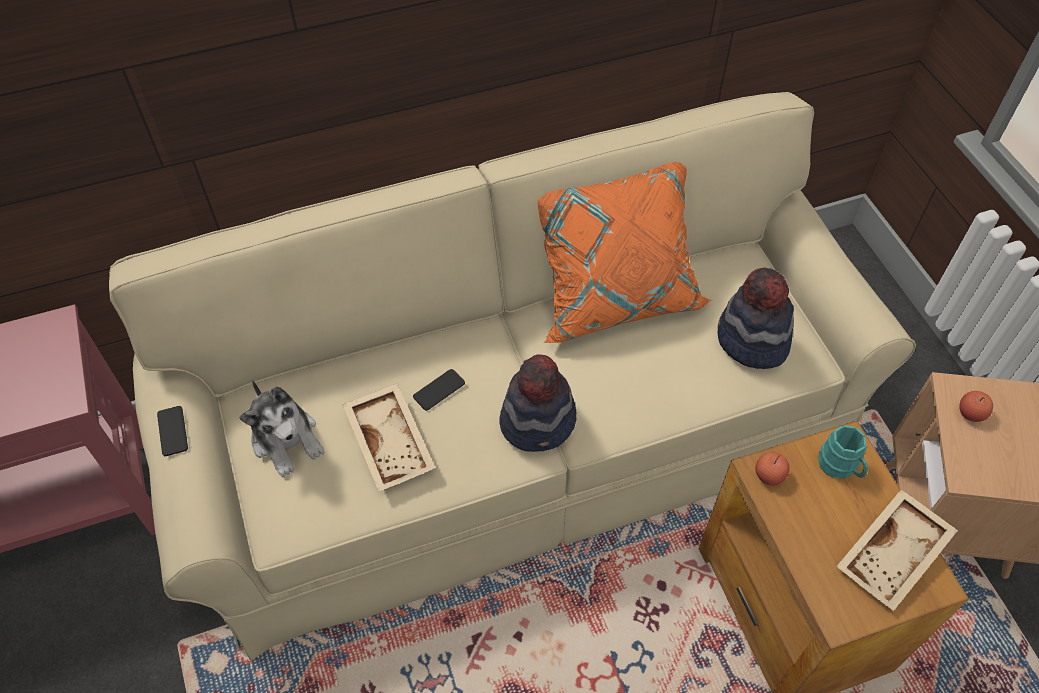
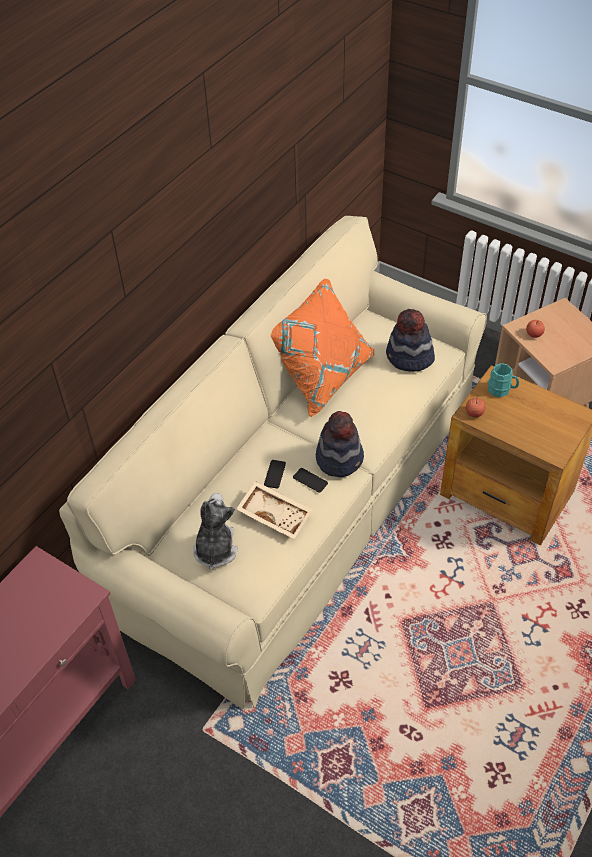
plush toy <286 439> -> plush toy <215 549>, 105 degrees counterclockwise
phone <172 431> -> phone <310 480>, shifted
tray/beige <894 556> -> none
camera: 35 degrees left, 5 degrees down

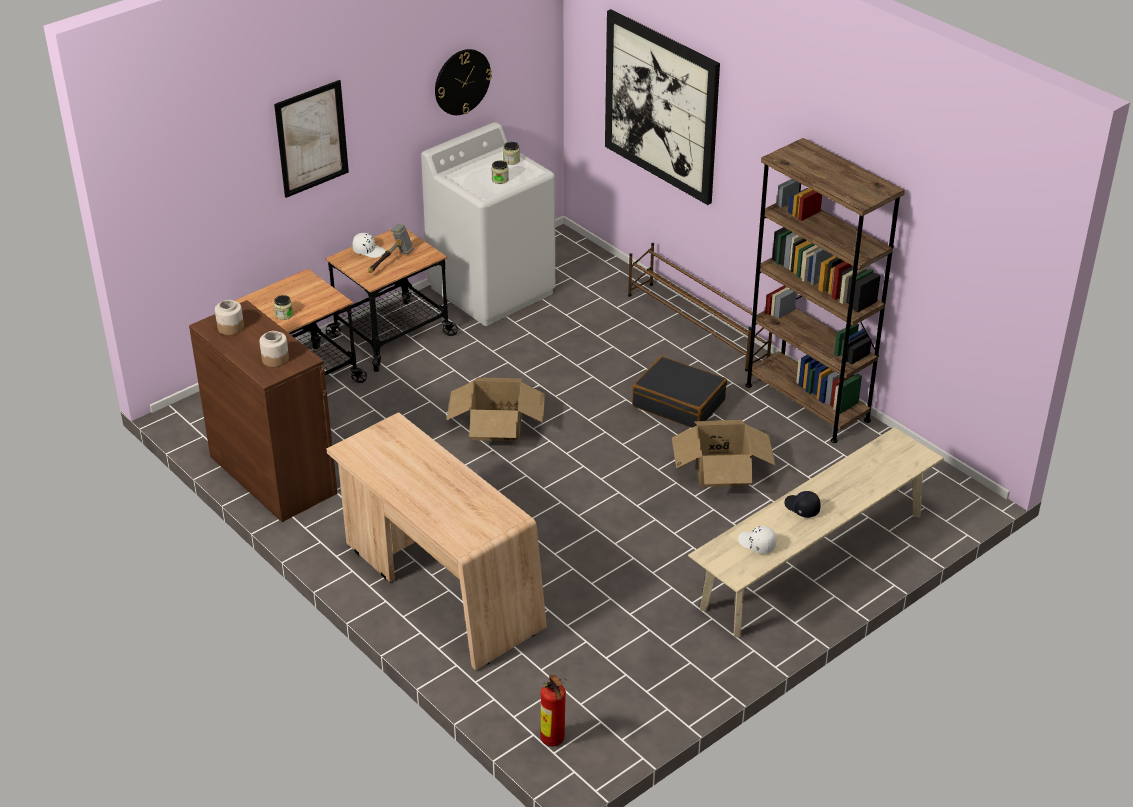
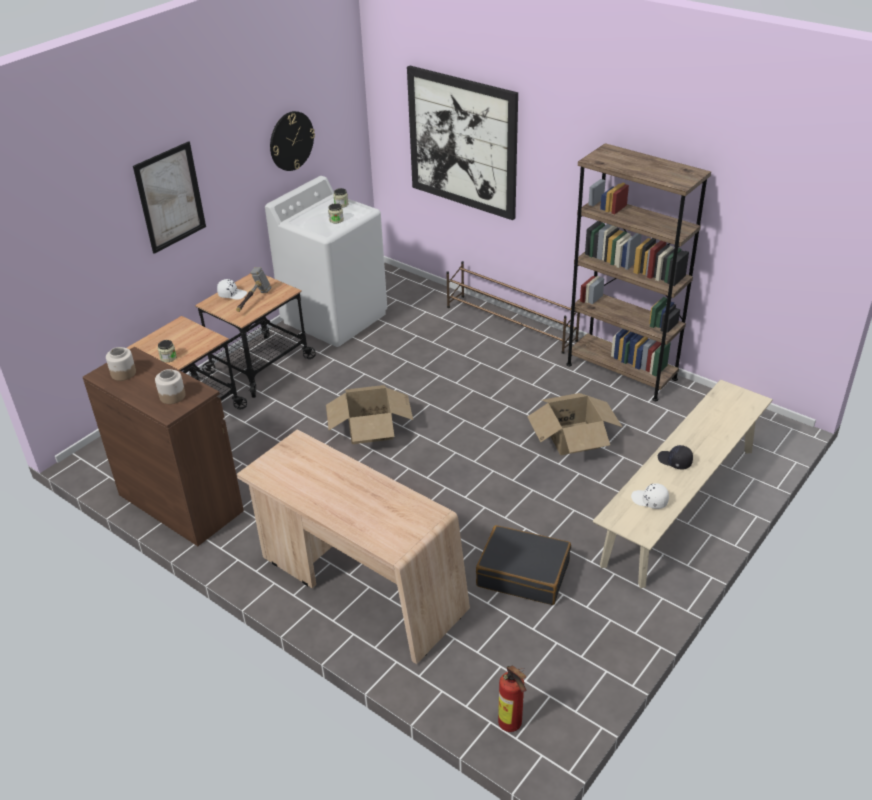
suitcase/black <679 403> -> suitcase/black <523 573>, shifted
camera: 10 degrees left, 0 degrees up

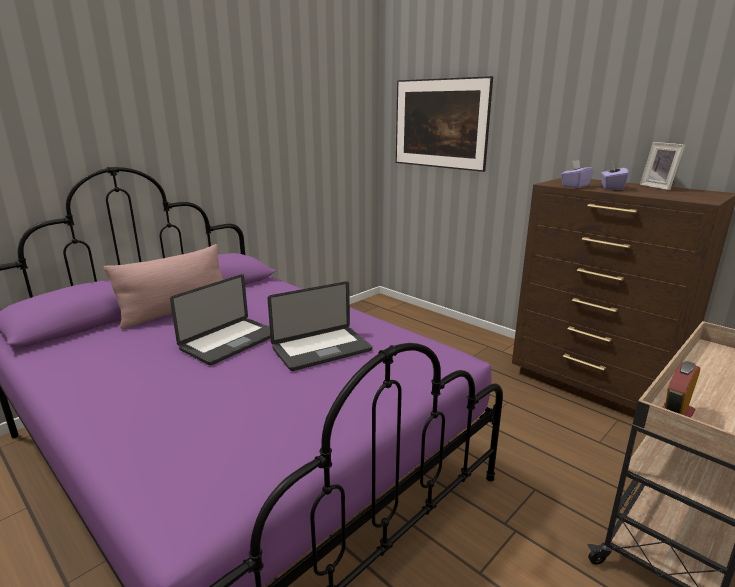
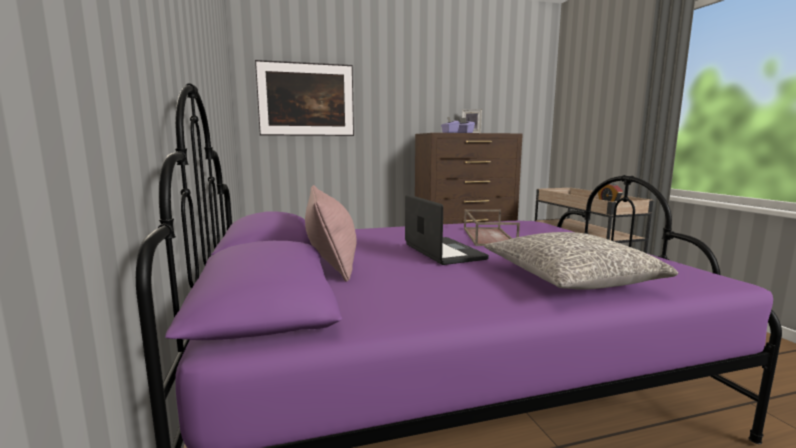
laptop <322 350> -> tray/brown <487 236>
none -> pillow/grey <567 279>
camera: 60 degrees left, 10 degrees down

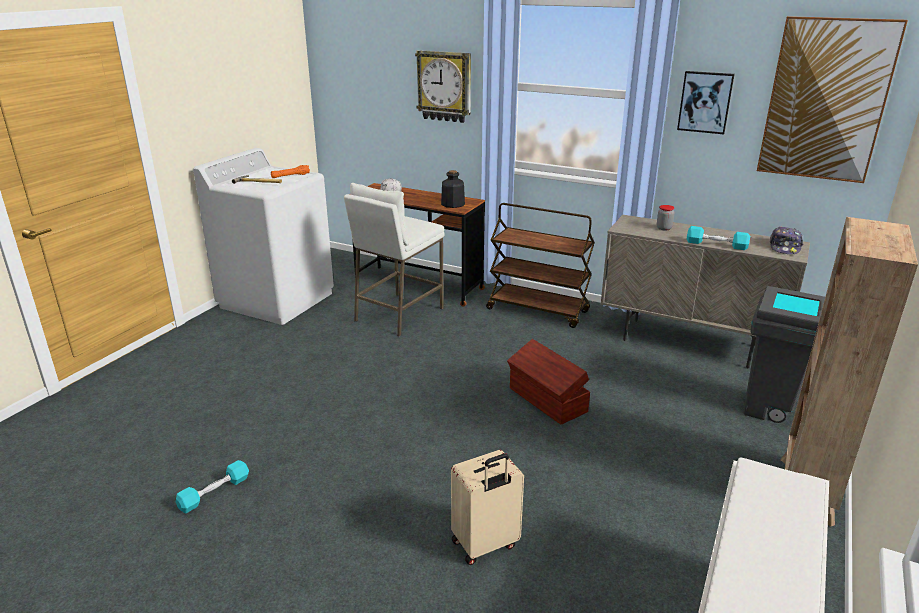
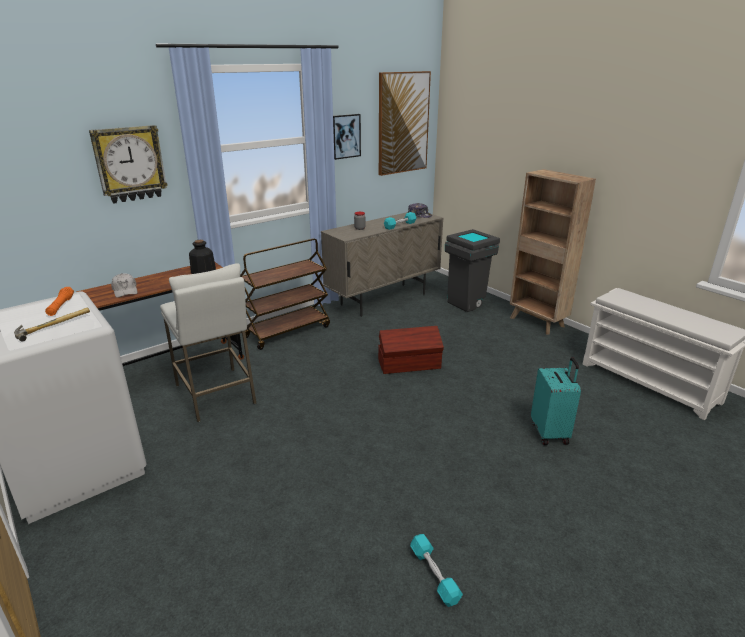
suitcase/beige <485 545> -> suitcase/turquoise <550 433>
camera: 65 degrees left, 0 degrees up

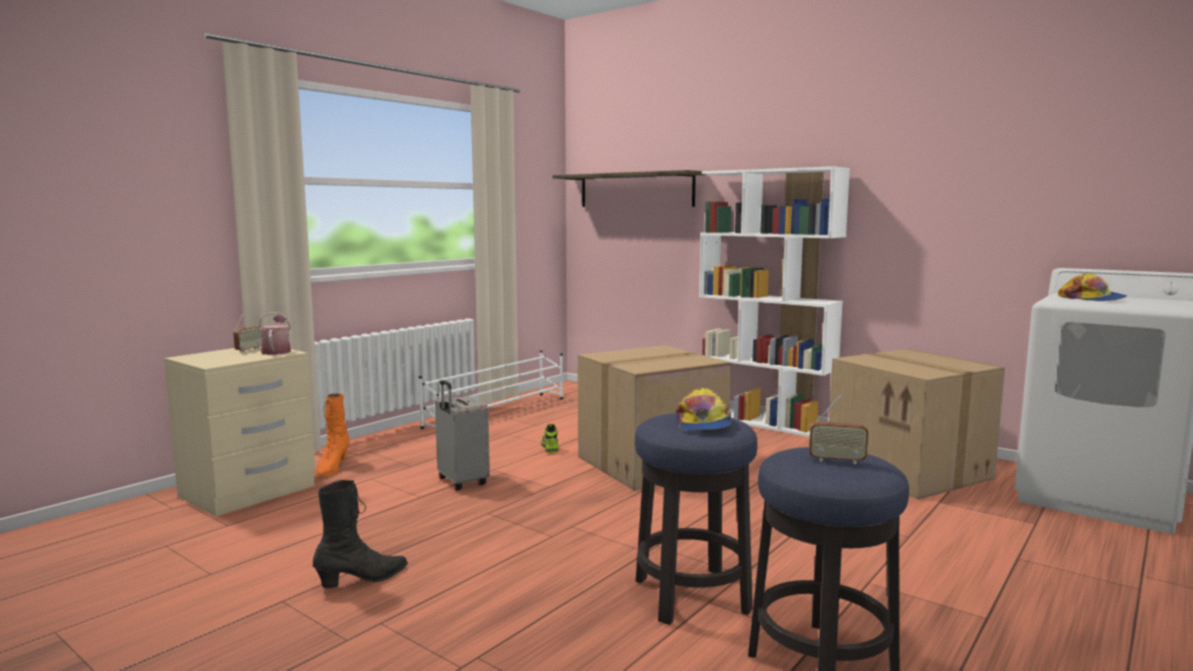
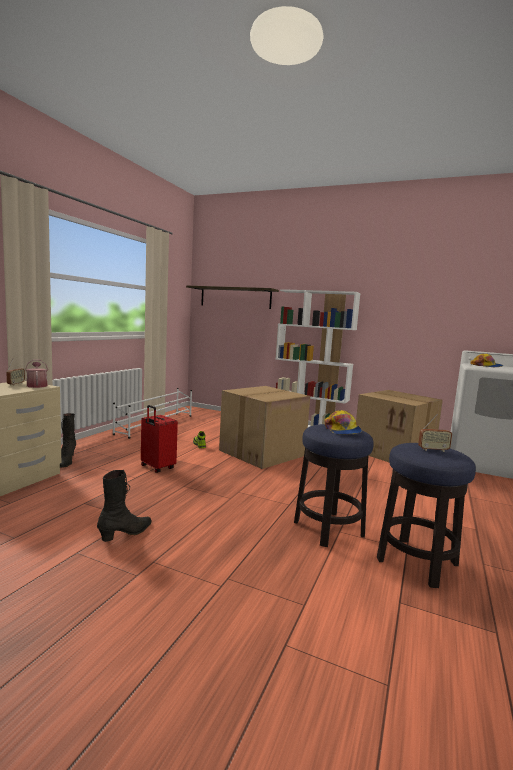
suitcase/grey <461 482> -> suitcase/red <157 467>
boot/orange <332 468> -> boot/black <66 461>
camera: 15 degrees left, 0 degrees up

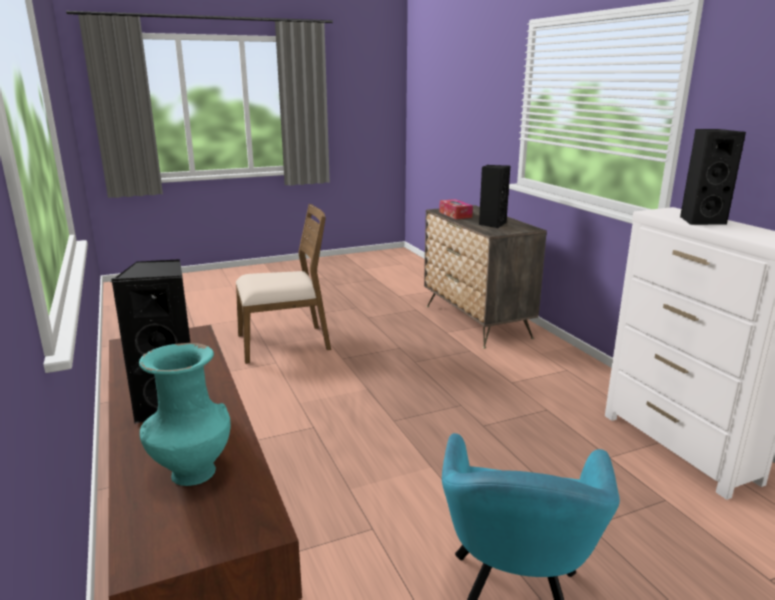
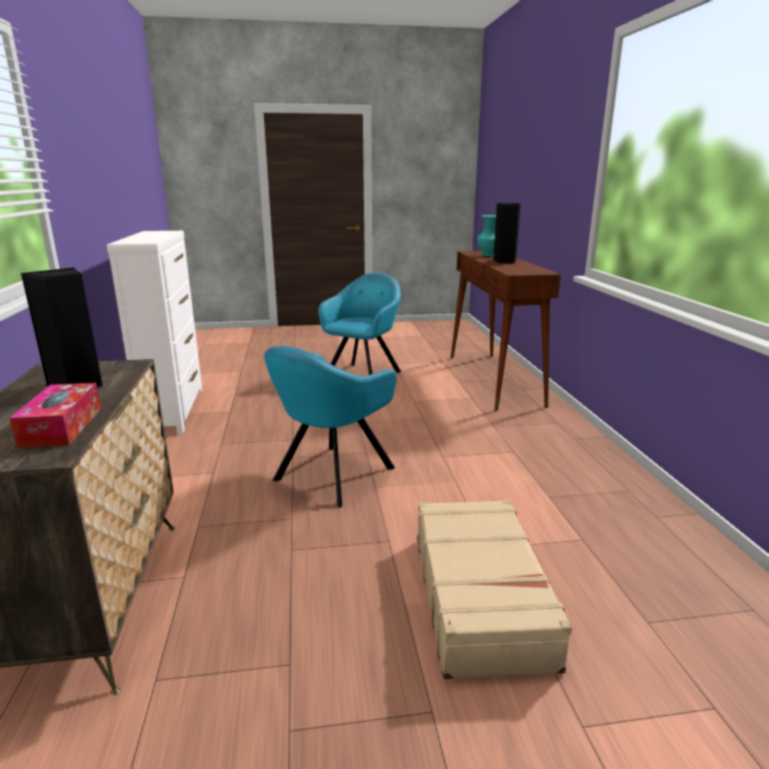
speaker/black <700 221> -> none
chair/brown <284 343> -> suitcase/beige <481 597>
none -> armchair/turquoise <331 476>
camera: 165 degrees left, 0 degrees up

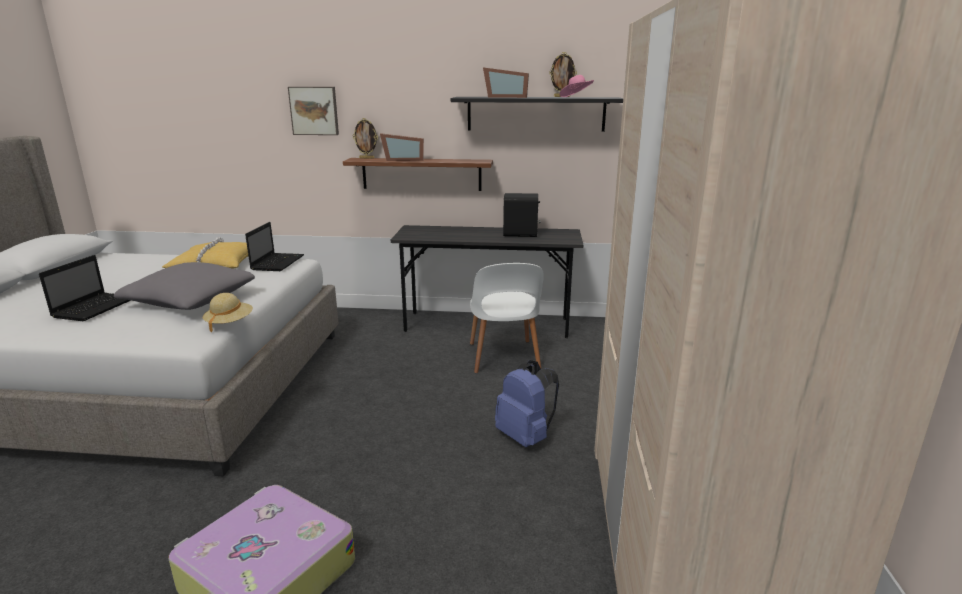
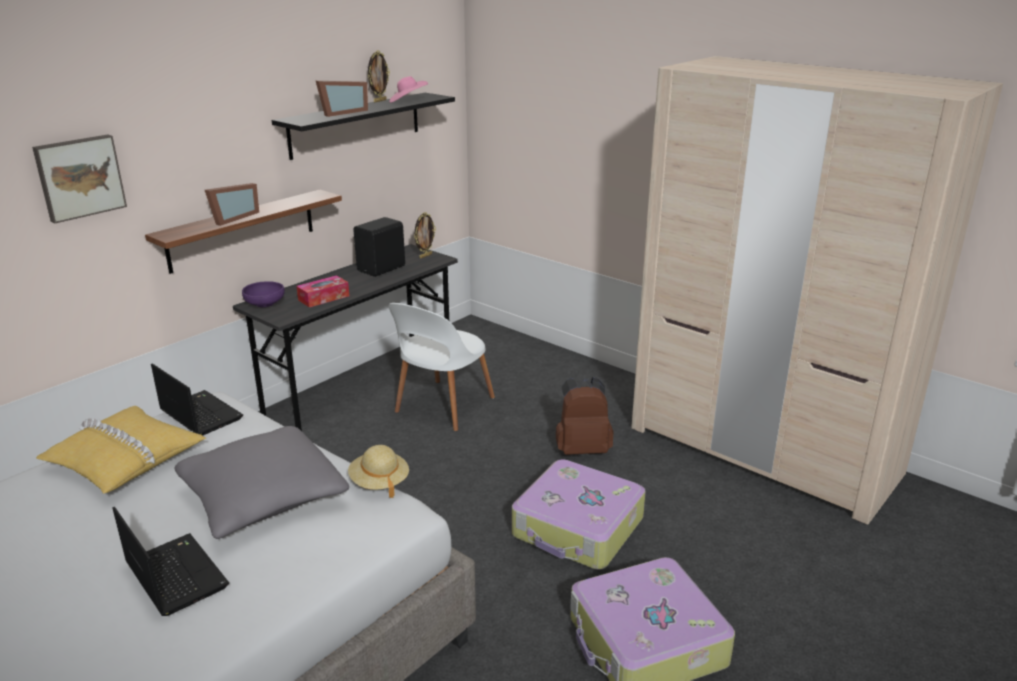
picture frame <367 158> -> picture frame <425 256>, shifted
chair/white <503 358> -> chair/white <442 407>, 90 degrees clockwise
backpack/blue <526 437> -> backpack/brown <582 449>
none -> tissue box <323 298>
none -> bowl/purple <265 304>
none -> suitcase <578 528>
camera: 55 degrees left, 5 degrees up

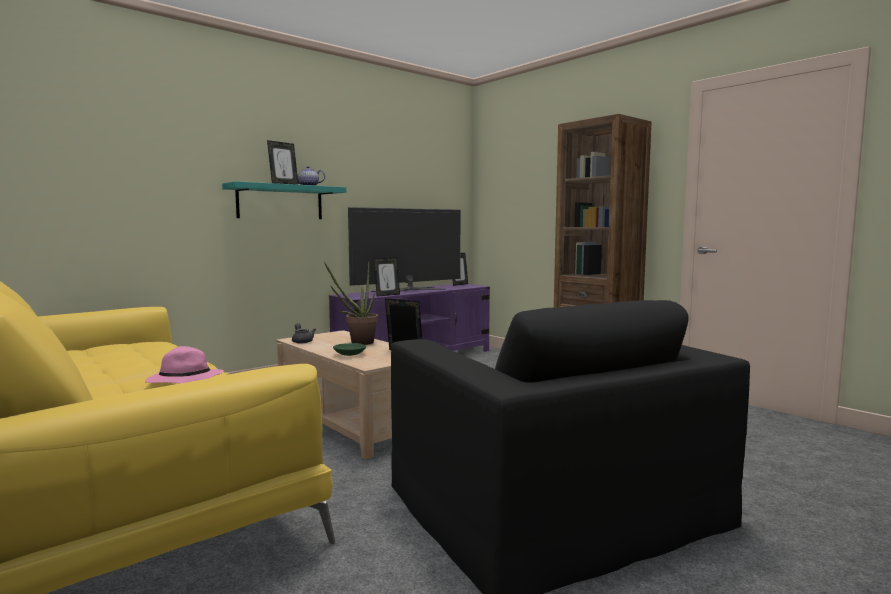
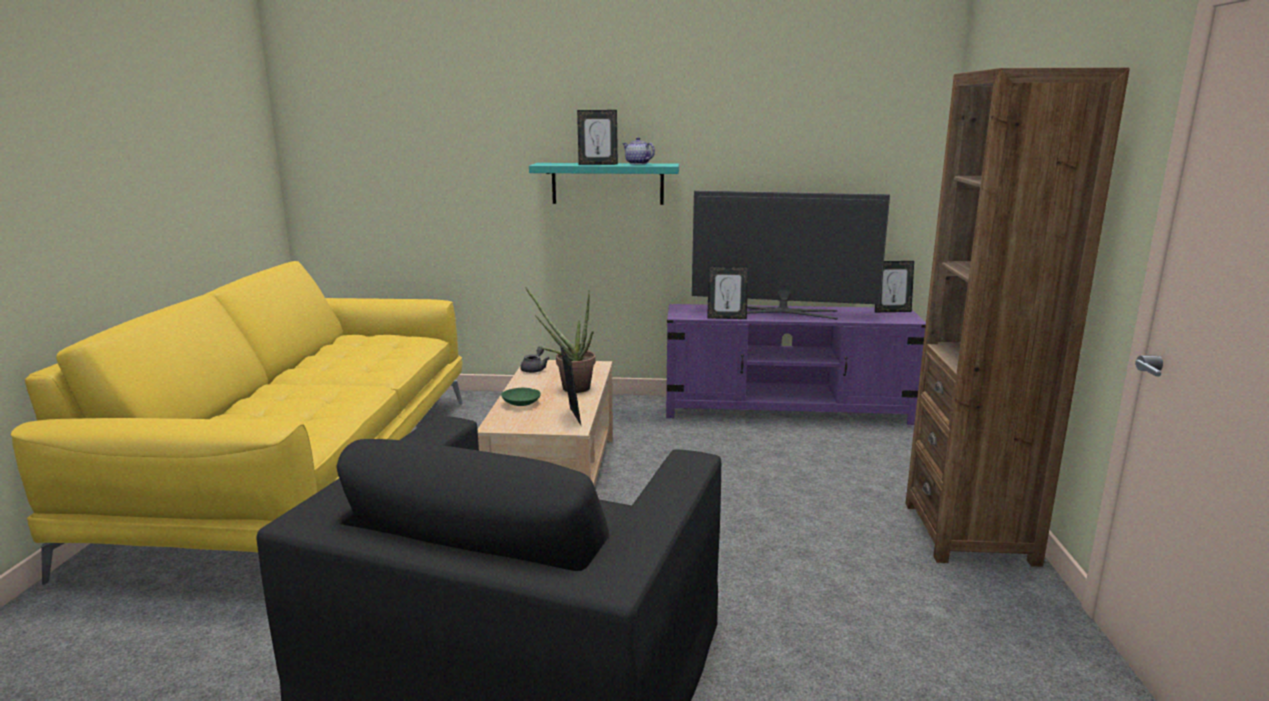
hat/pink <183 381> -> none
camera: 45 degrees right, 10 degrees up

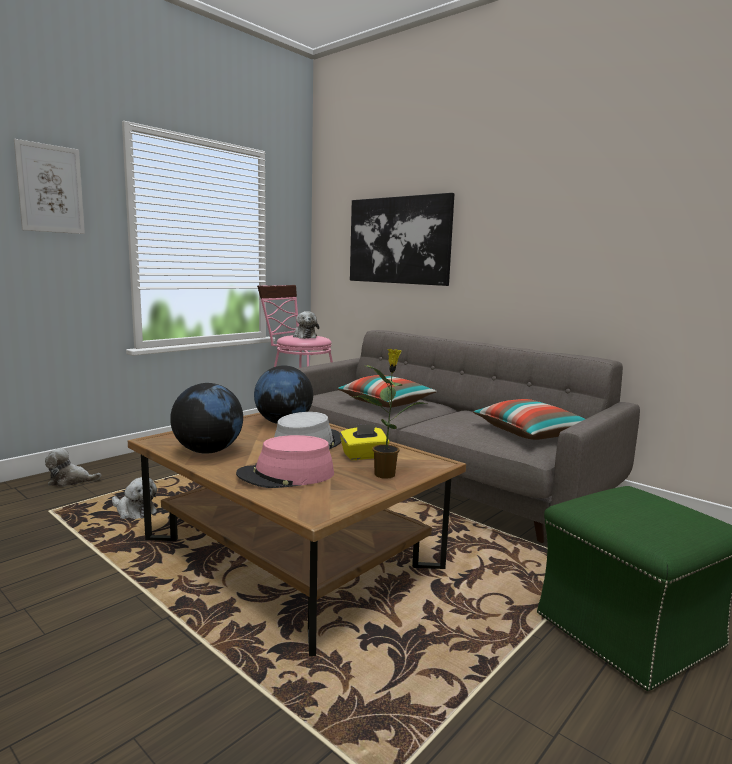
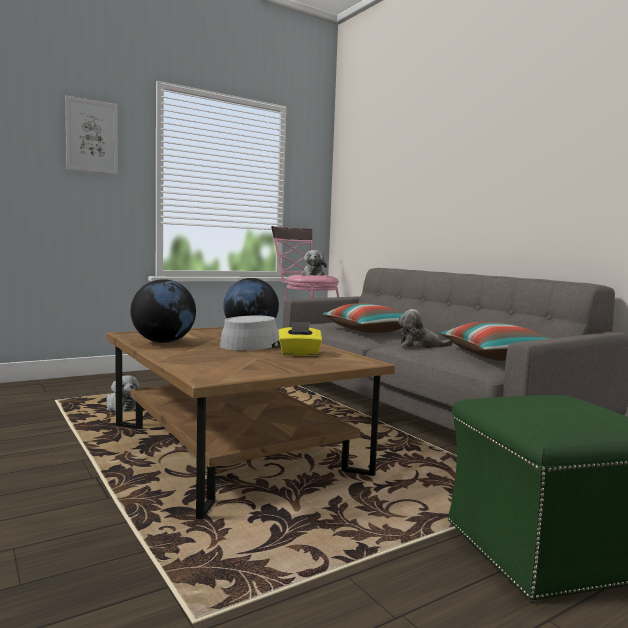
picture <399 240> -> none
potted plant <385 474> -> none
hat/pink <286 475> -> none
plush toy <70 481> -> plush toy <420 346>, shifted
camera: 15 degrees right, 5 degrees down

